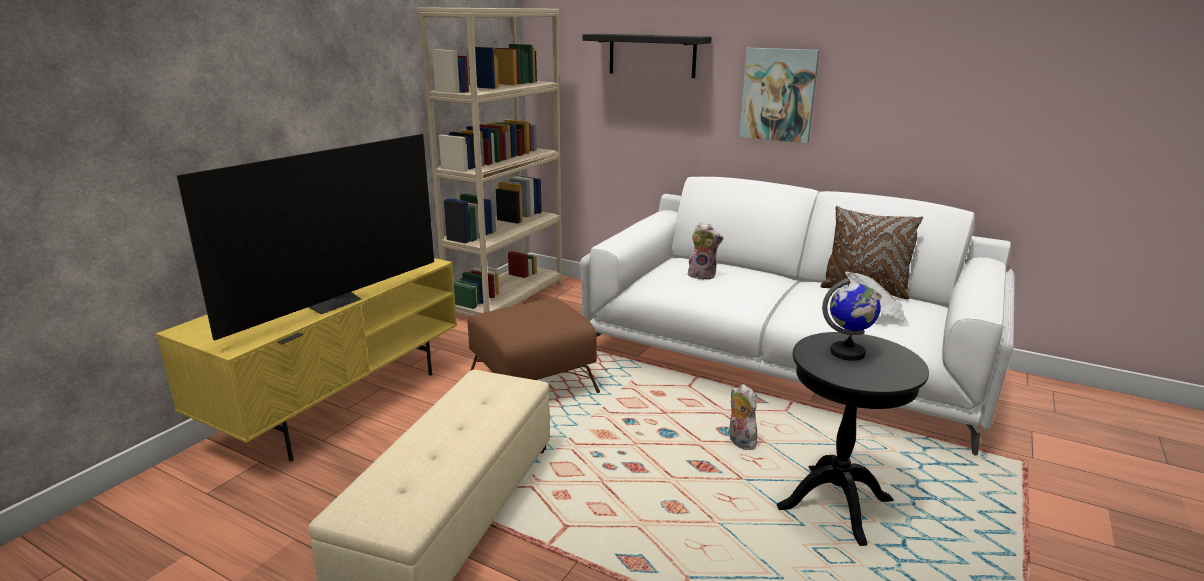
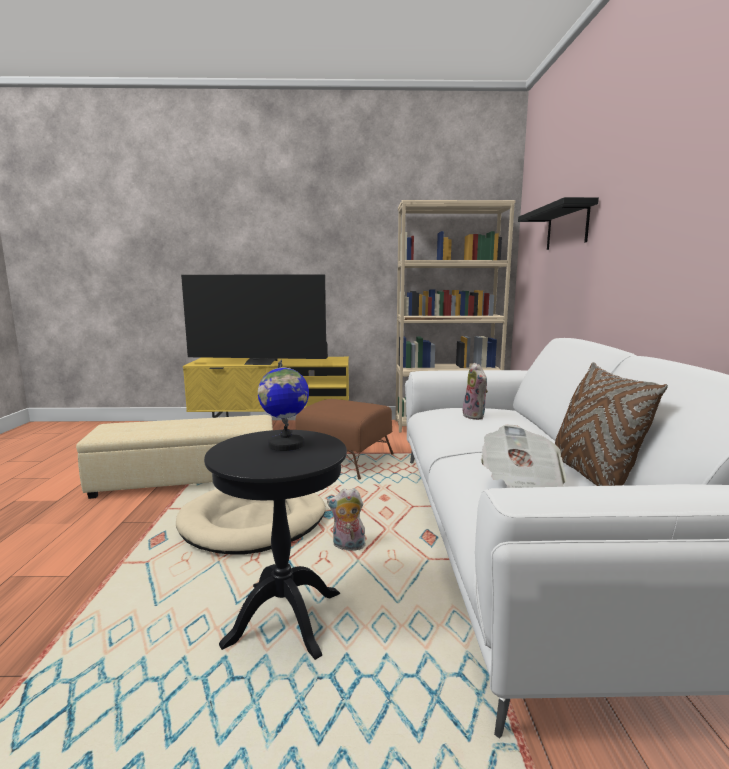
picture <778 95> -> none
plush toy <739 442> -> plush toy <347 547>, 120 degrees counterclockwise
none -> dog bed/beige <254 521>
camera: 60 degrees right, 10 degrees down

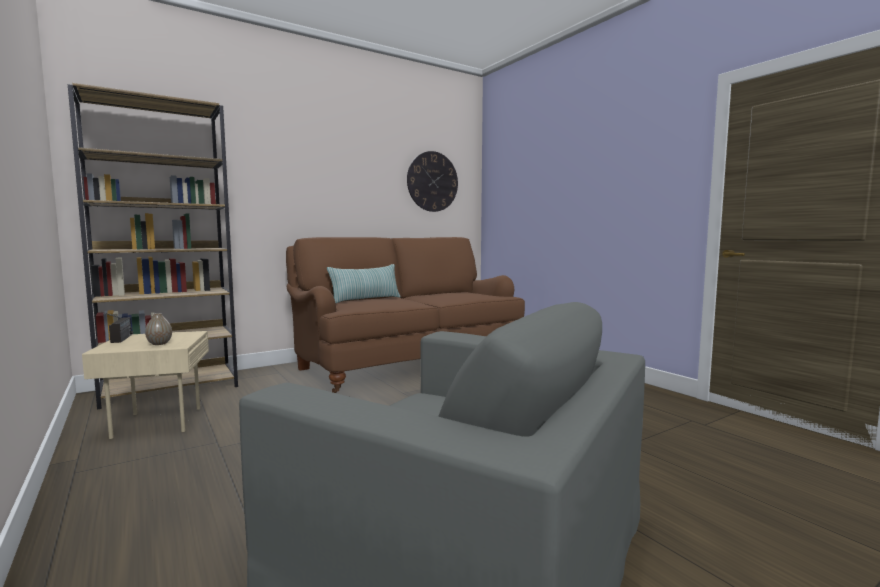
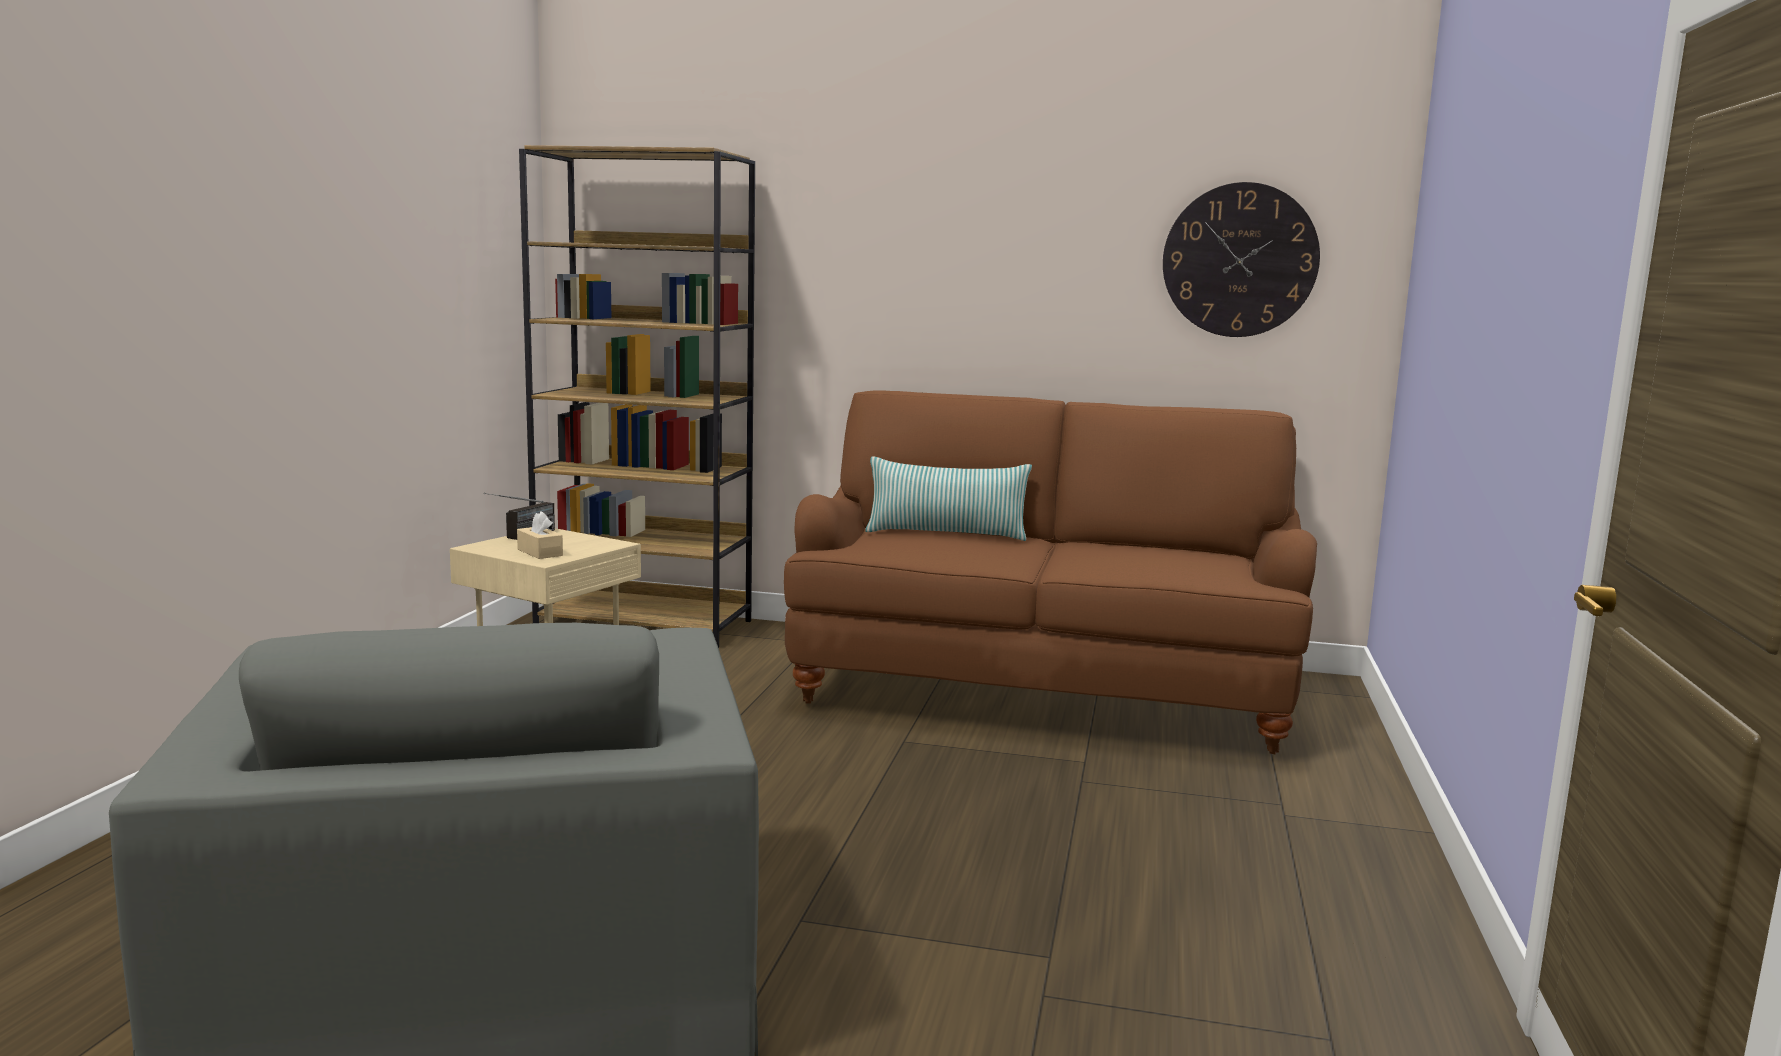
vase <159 344> -> tissue box/beige <540 552>
camera: 45 degrees right, 5 degrees up

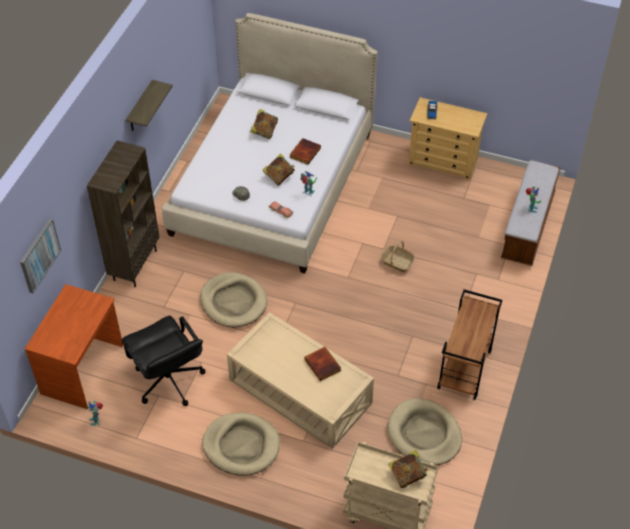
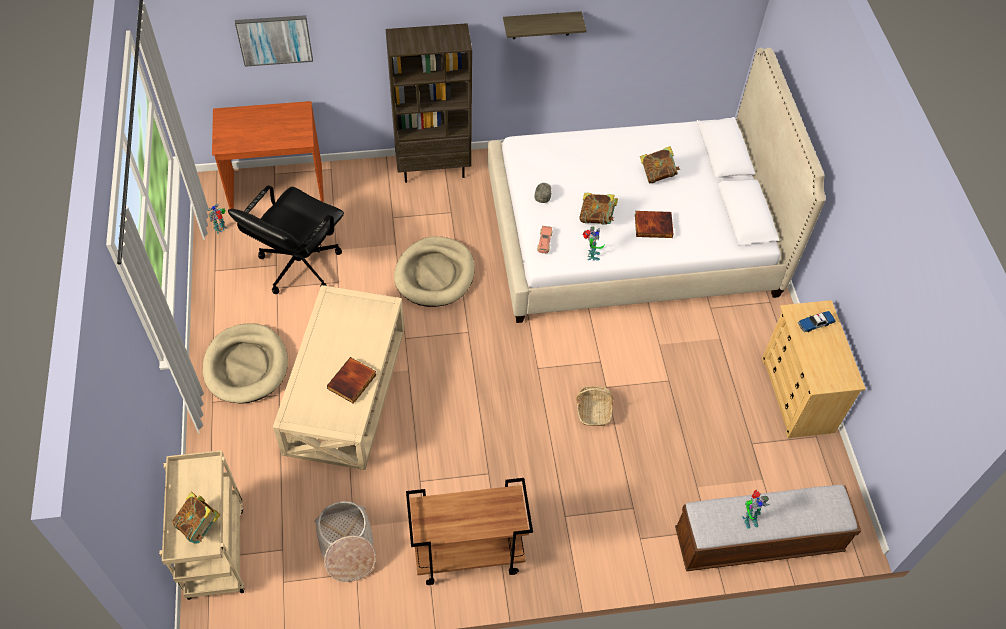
dog bed/beige <424 434> -> basket <347 545>
camera: 60 degrees right, 5 degrees up

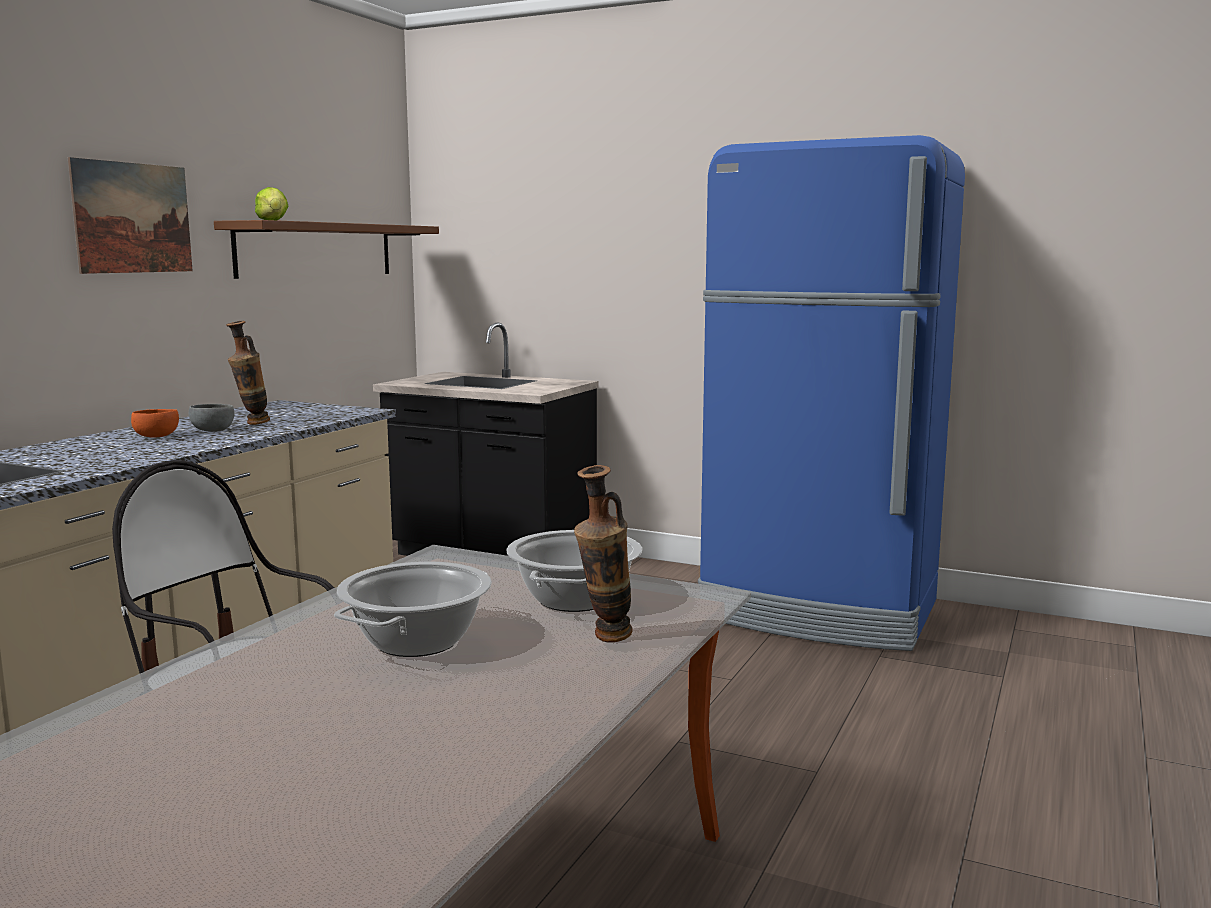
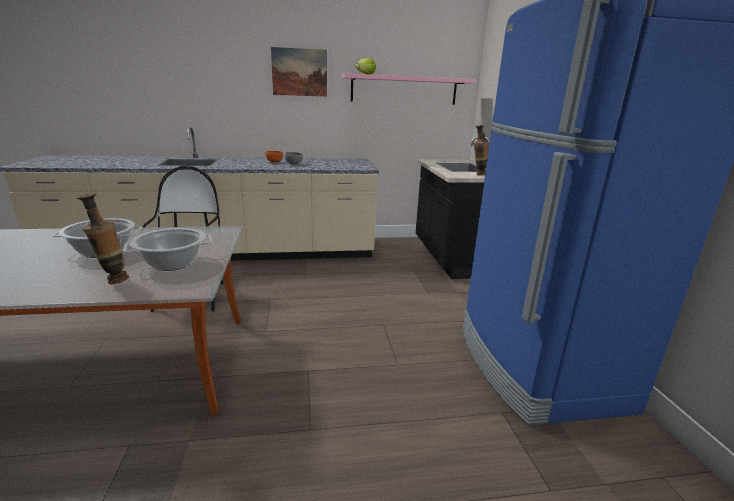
shelf/brown <316 250> -> shelf/pink <404 90>
vase <251 424> -> vase <478 174>, shifted
camera: 55 degrees right, 10 degrees up

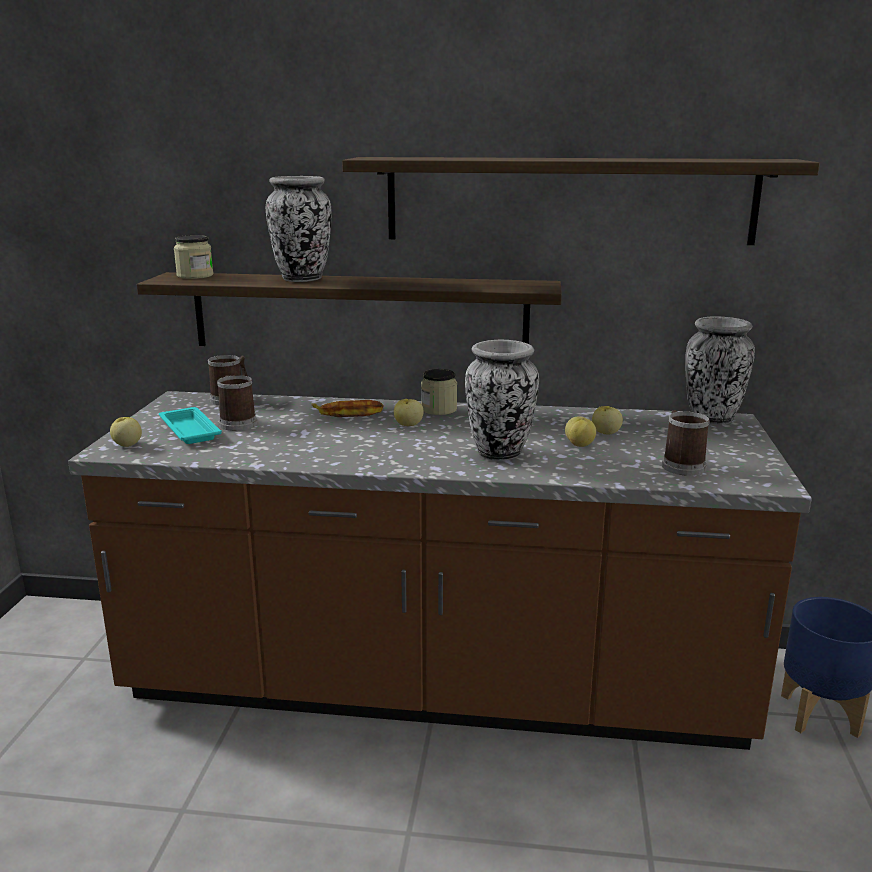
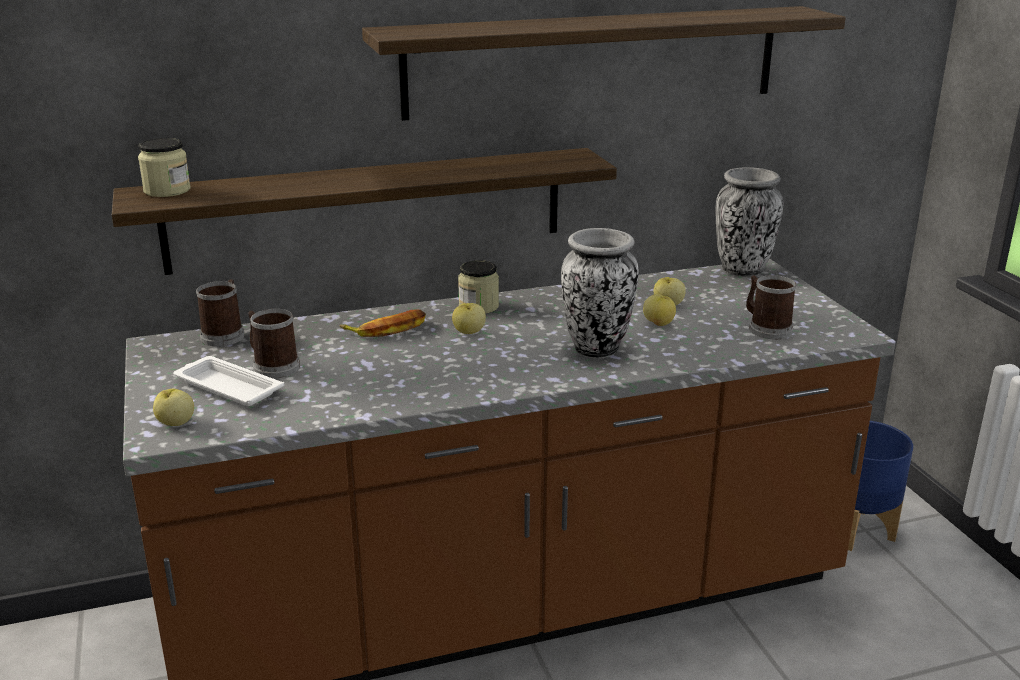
vase <302 279> -> none
tray/turquoise <189 430> -> tray/white <227 387>
camera: 25 degrees left, 5 degrees up

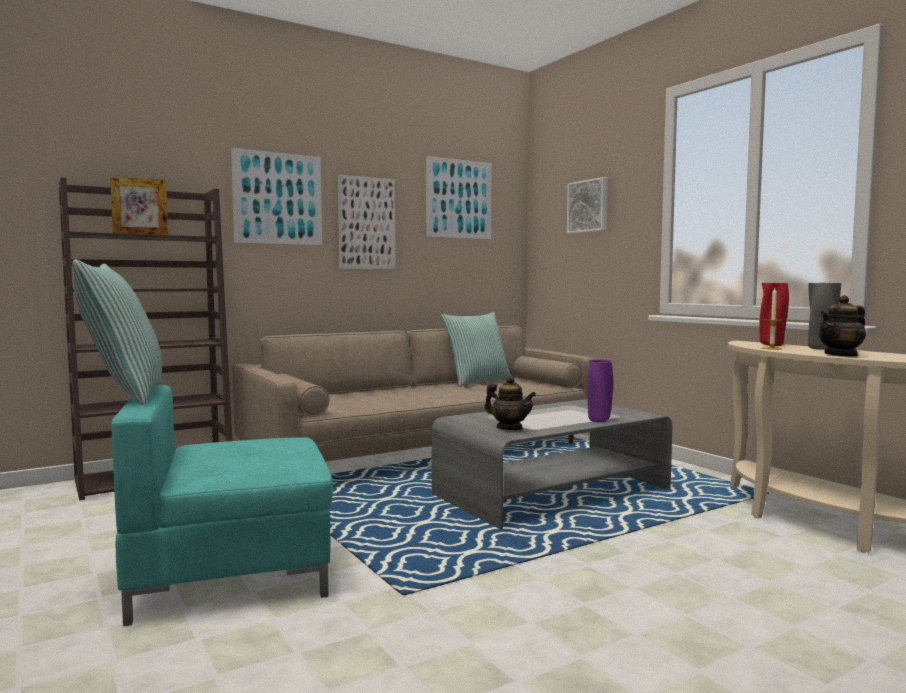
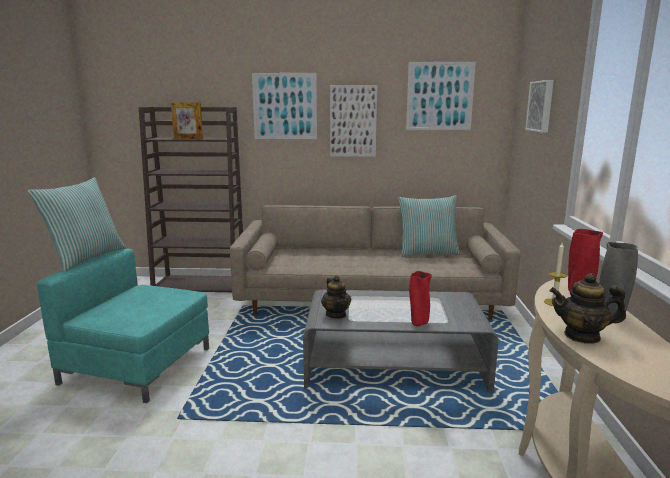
vase/purple <599 421> -> vase/red <418 323>
camera: 35 degrees right, 10 degrees up

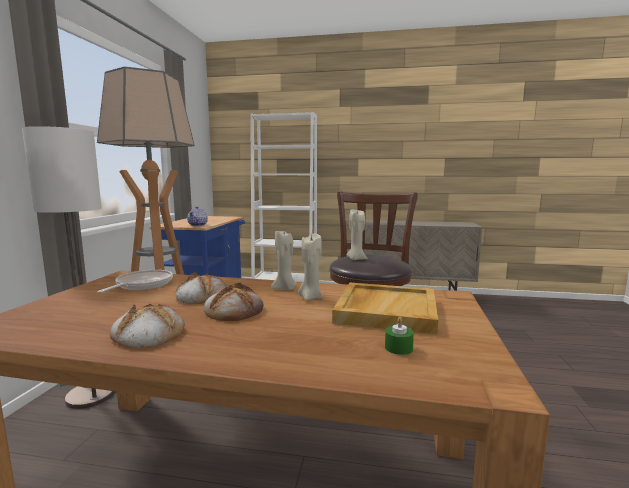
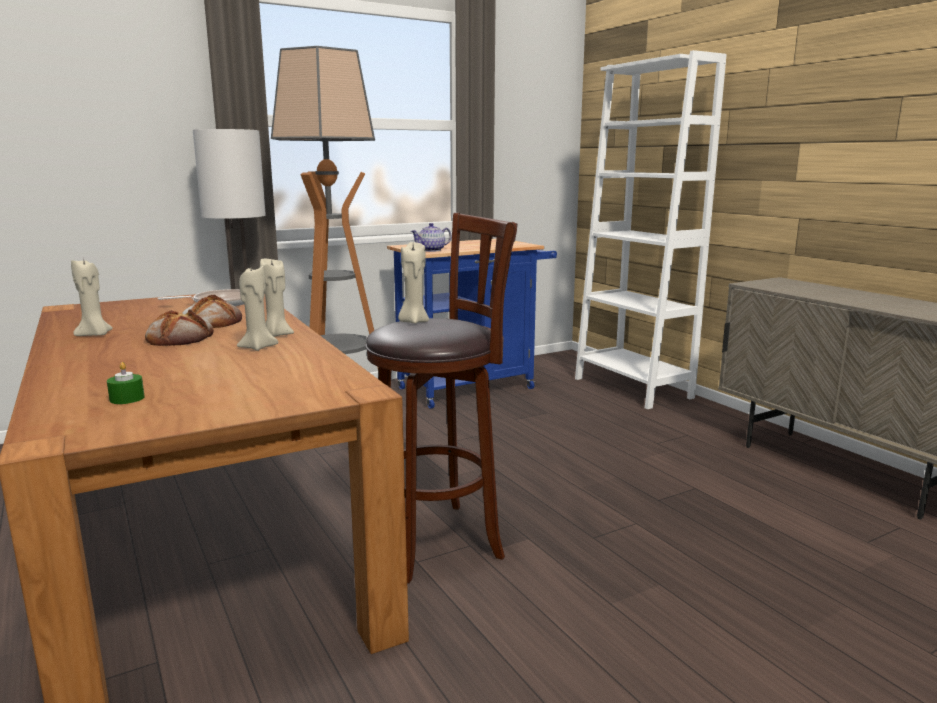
tray/beige <386 310> -> none
bread <148 334> -> candle/beige <95 335>
camera: 50 degrees right, 5 degrees up

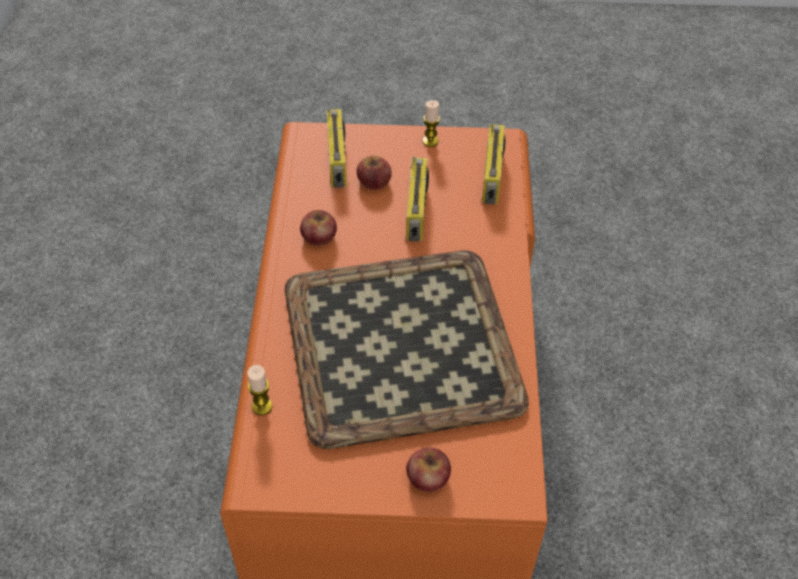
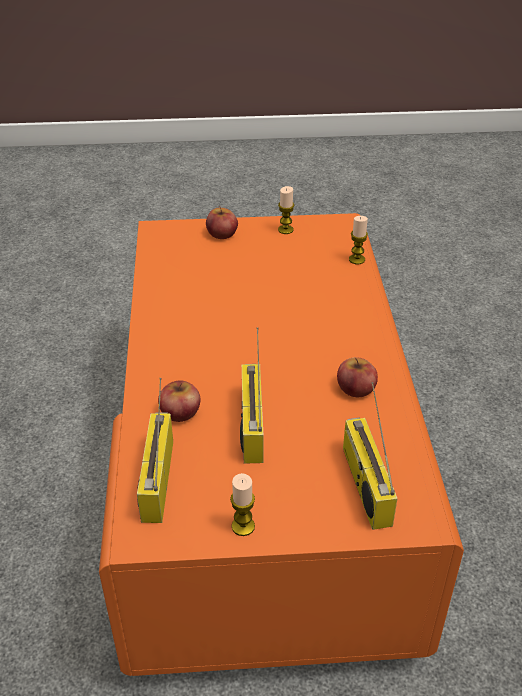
apple <374 181> -> apple <180 411>, shifted
tray <403 346> -> none
none -> candle <285 230>
camera: 175 degrees right, 10 degrees down

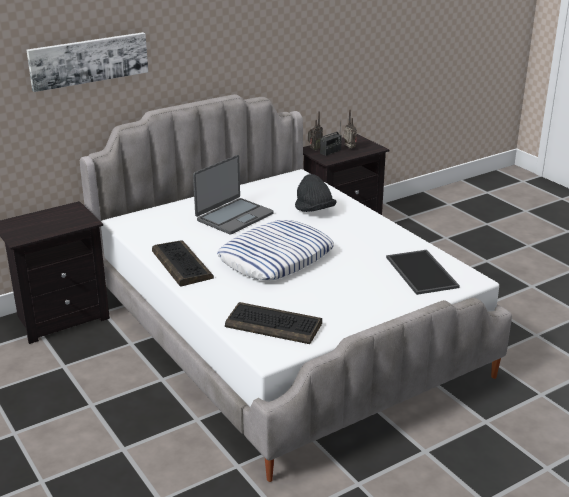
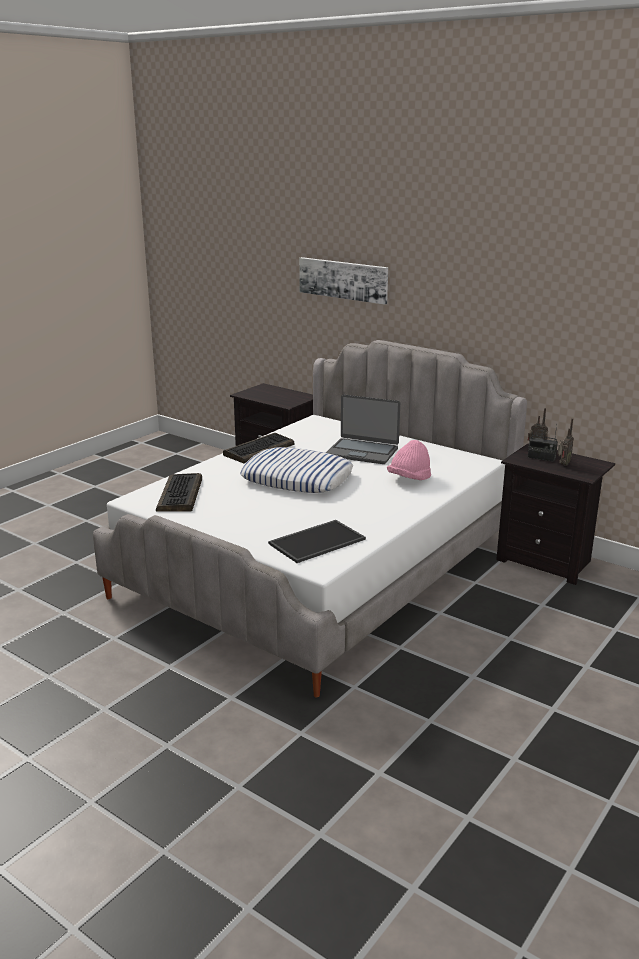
hat/black <314 211> -> hat/pink <409 479>
camera: 70 degrees right, 5 degrees down

